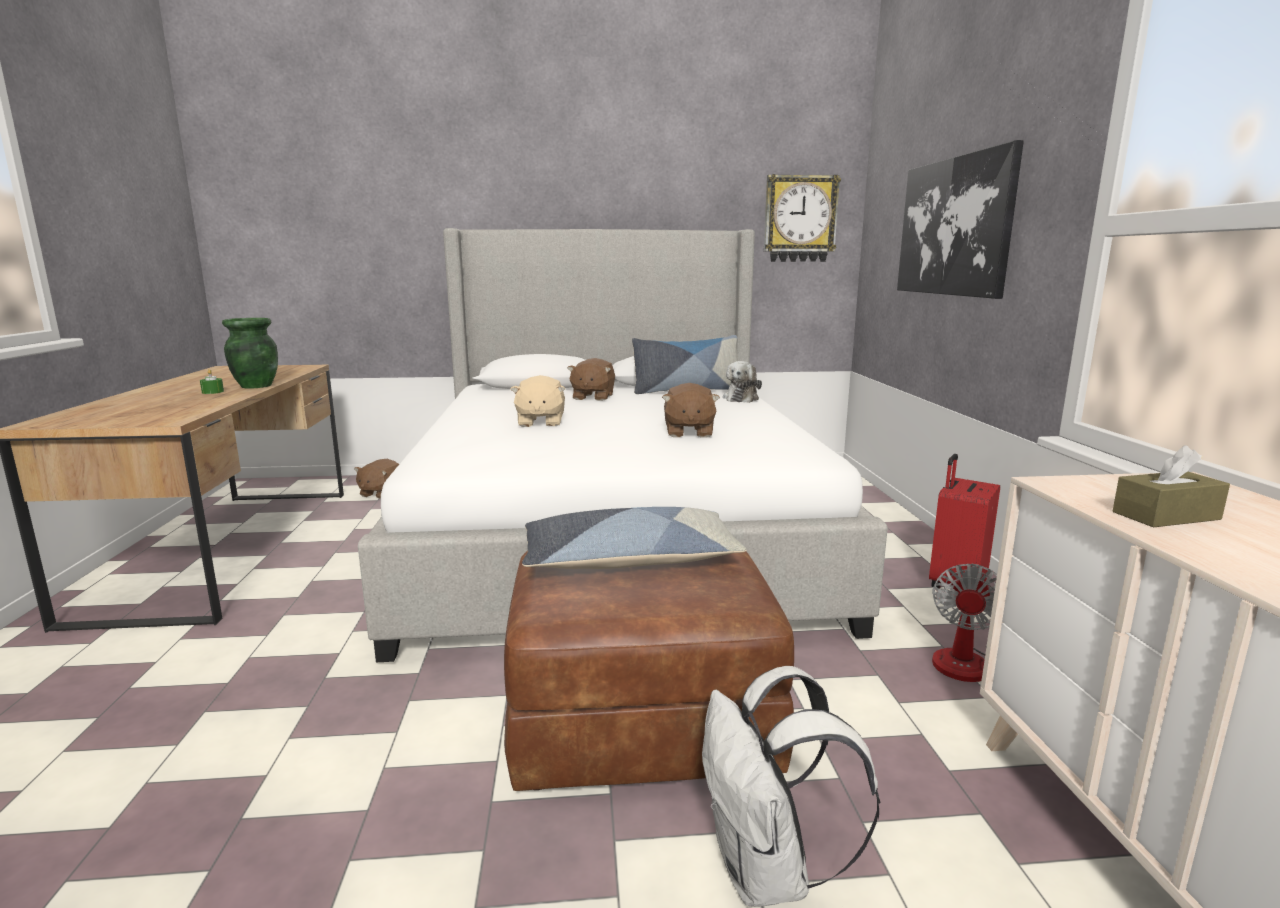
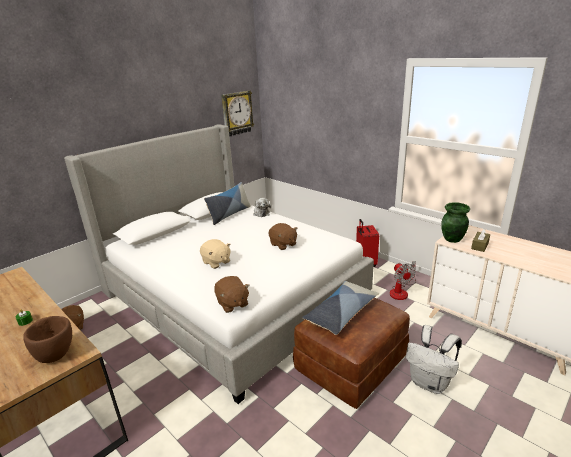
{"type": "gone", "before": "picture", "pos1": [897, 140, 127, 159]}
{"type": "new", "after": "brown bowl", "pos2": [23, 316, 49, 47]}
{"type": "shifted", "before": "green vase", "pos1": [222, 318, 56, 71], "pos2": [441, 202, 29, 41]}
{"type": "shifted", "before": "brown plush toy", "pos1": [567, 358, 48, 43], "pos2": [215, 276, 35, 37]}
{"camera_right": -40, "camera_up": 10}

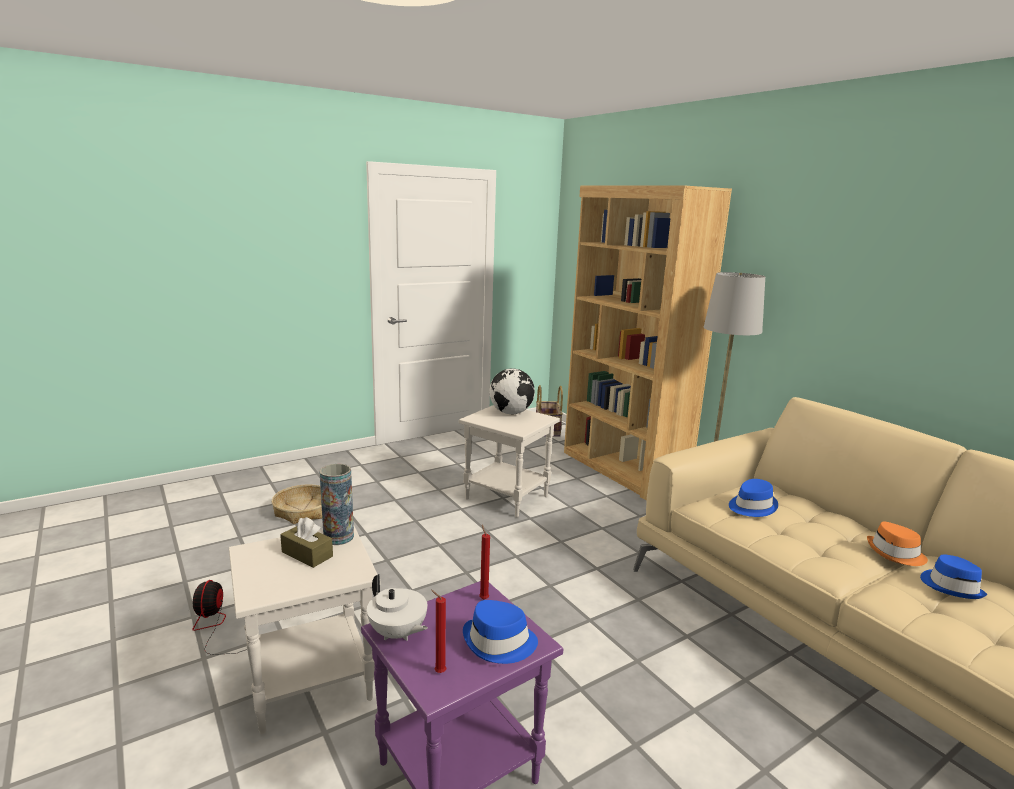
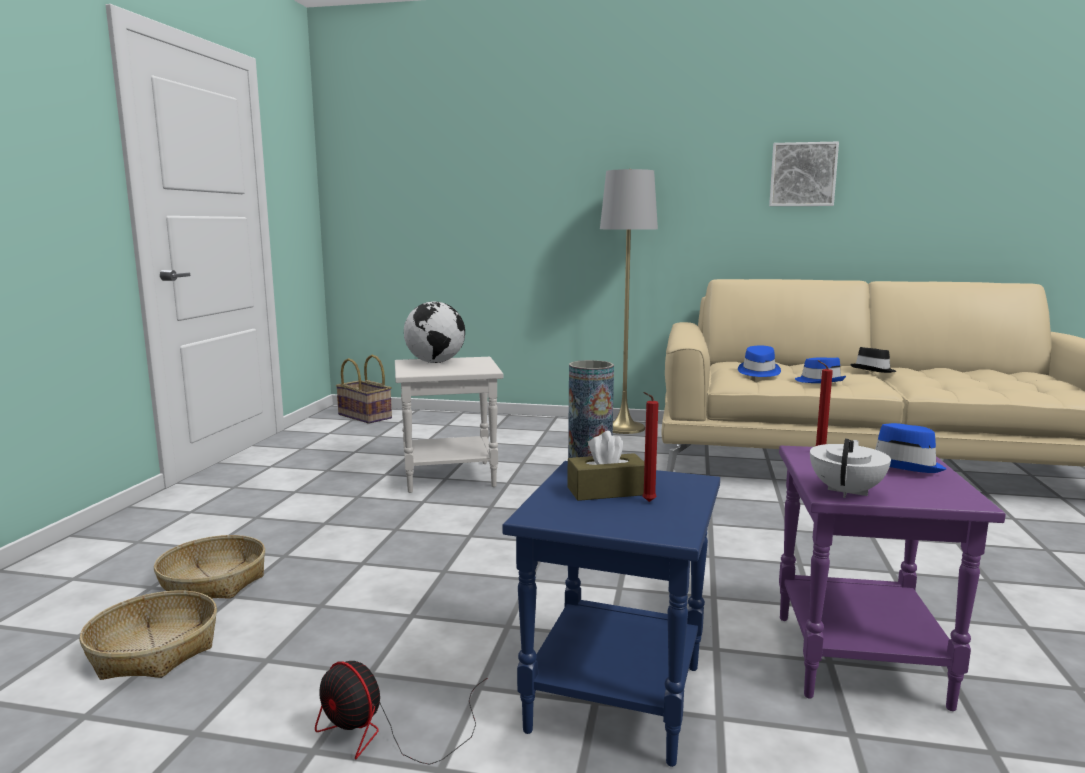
{"type": "gone", "before": "brown bookcase", "pos1": [564, 186, 168, 315]}
{"type": "new", "after": "basket", "pos2": [79, 590, 138, 90]}
{"type": "new", "after": "picture", "pos2": [769, 141, 70, 65]}
{"type": "shifted", "before": "red candle", "pos1": [431, 590, 15, 83], "pos2": [642, 392, 16, 110]}
{"type": "shifted", "before": "blue hat", "pos1": [920, 554, 67, 45], "pos2": [795, 357, 51, 26]}
{"type": "repainted", "before": "white side table", "after": "blue side table", "pos1": [229, 524, 149, 210], "pos2": [502, 461, 218, 306]}
{"type": "repainted", "before": "orange hat", "after": "black hat", "pos1": [867, 521, 61, 45], "pos2": [850, 347, 46, 26]}
{"type": "rotated", "before": "white teapot", "pos1": [367, 574, 61, 67], "pos2": [810, 439, 81, 59], "turn": -60}
{"camera_right": -45, "camera_up": -5}

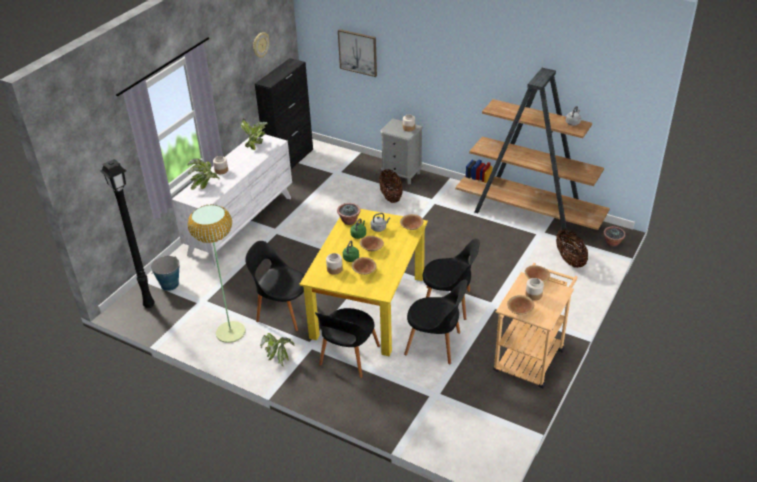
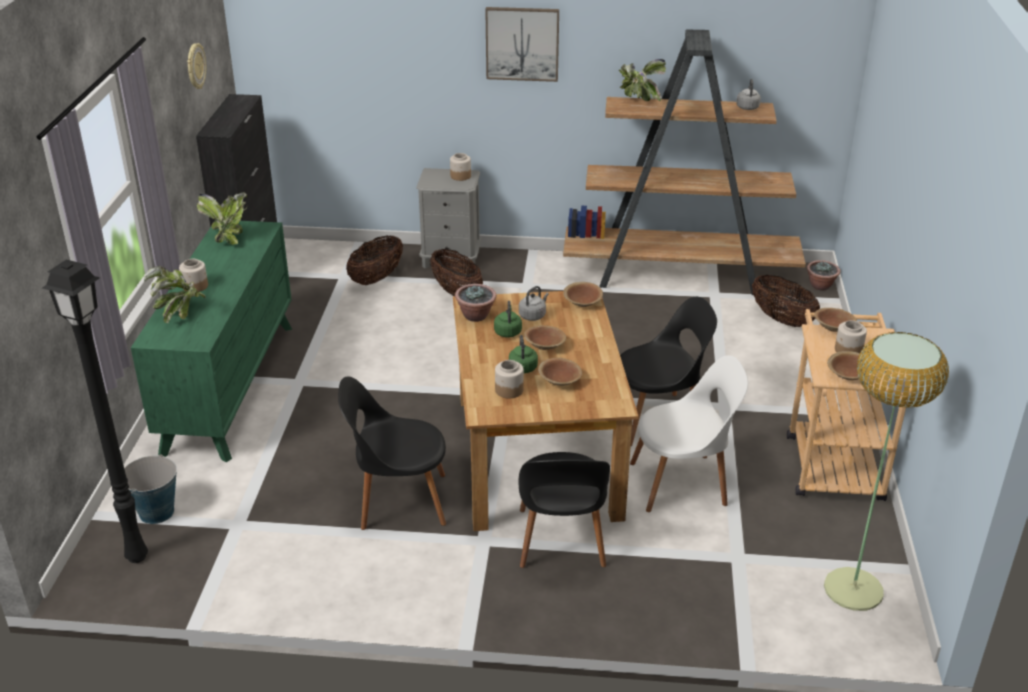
{"type": "new", "after": "basket", "pos2": [346, 235, 57, 50]}
{"type": "shifted", "before": "floor lamp", "pos1": [188, 205, 58, 138], "pos2": [824, 332, 125, 279]}
{"type": "shifted", "before": "potted plant", "pos1": [260, 333, 34, 33], "pos2": [619, 59, 47, 42]}
{"type": "shifted", "before": "picture", "pos1": [338, 29, 39, 48], "pos2": [485, 7, 74, 75]}
{"type": "repainted", "before": "white dresser", "after": "green dresser", "pos1": [172, 134, 120, 133], "pos2": [131, 221, 161, 241]}
{"type": "repainted", "before": "yellow dining table", "after": "brown dining table", "pos1": [299, 209, 129, 147], "pos2": [453, 291, 186, 240]}
{"type": "repainted", "before": "black chair", "after": "white chair", "pos1": [404, 280, 64, 84], "pos2": [630, 356, 118, 156]}
{"camera_right": -25, "camera_up": -5}

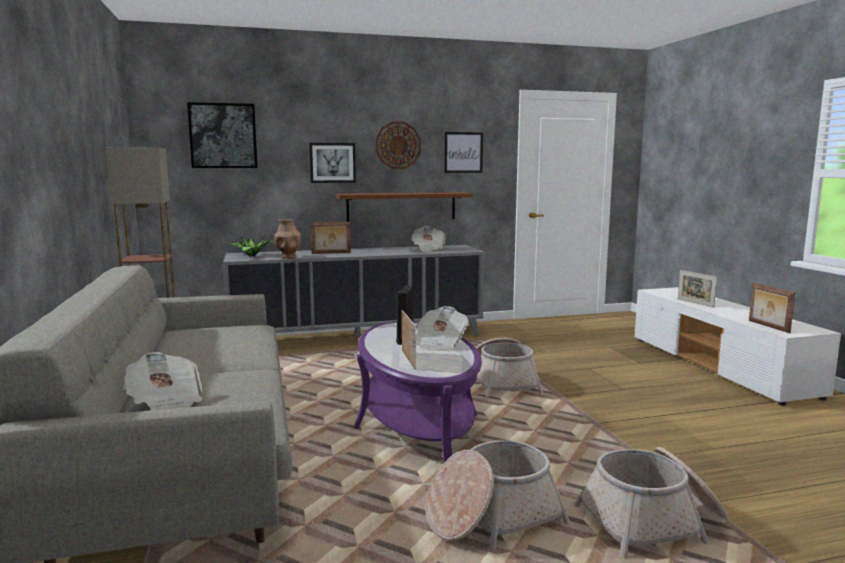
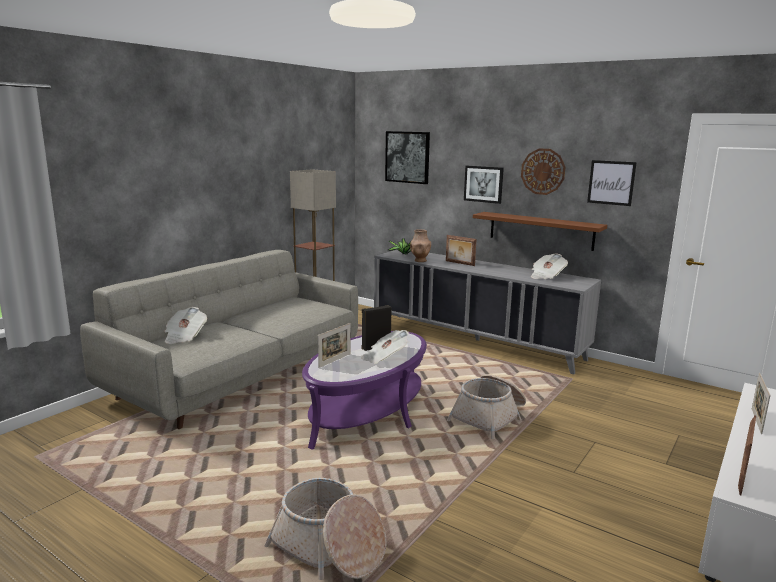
{"type": "gone", "before": "basket", "pos1": [425, 440, 145, 108]}
{"camera_right": 50, "camera_up": 5}

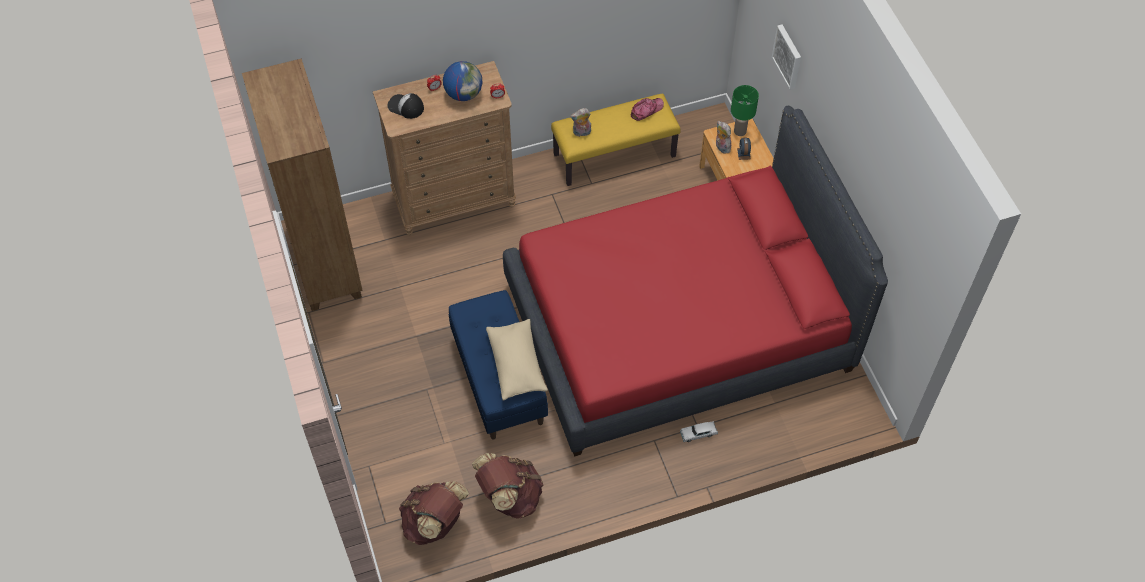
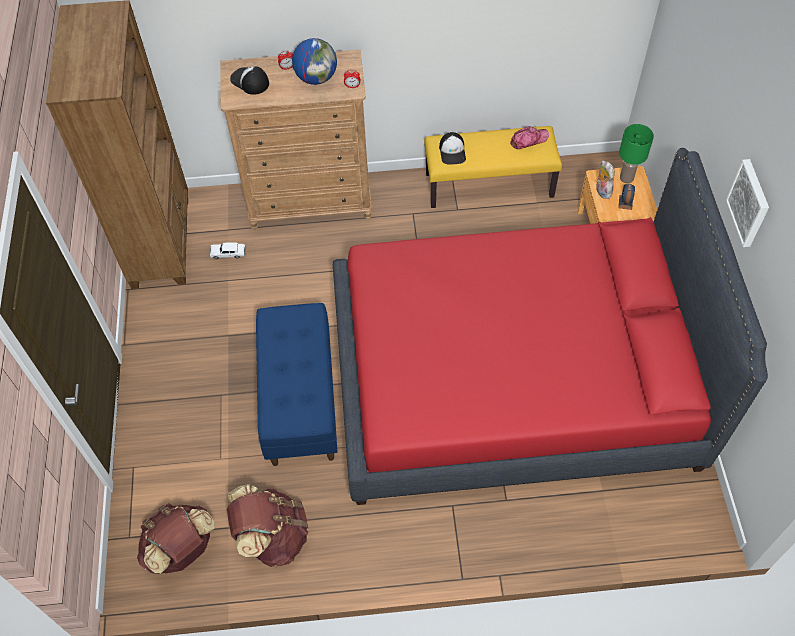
{"type": "gone", "before": "beige pillow", "pos1": [486, 319, 62, 81]}
{"type": "shifted", "before": "white toy car", "pos1": [680, 421, 38, 21], "pos2": [210, 242, 36, 17]}
{"type": "shifted", "before": "picture", "pos1": [772, 24, 29, 66], "pos2": [726, 159, 43, 88]}
{"type": "swapped", "before": "plush toy", "after": "cap", "pos1": [570, 108, 21, 29], "pos2": [439, 132, 27, 33]}
{"camera_right": 15, "camera_up": 0}

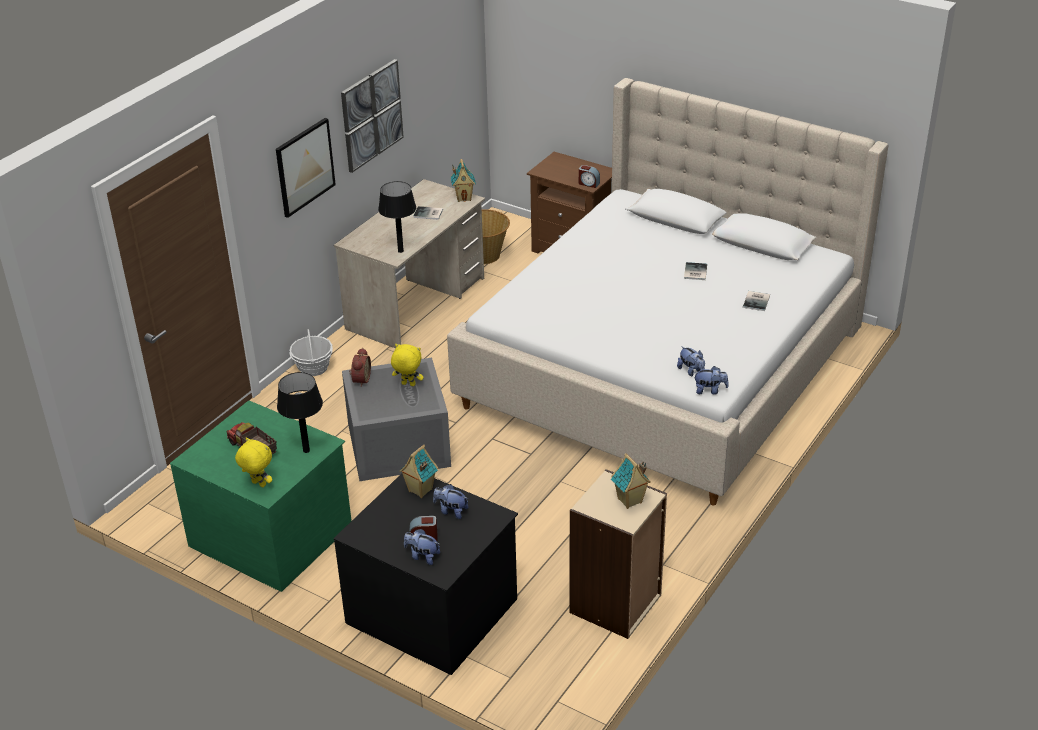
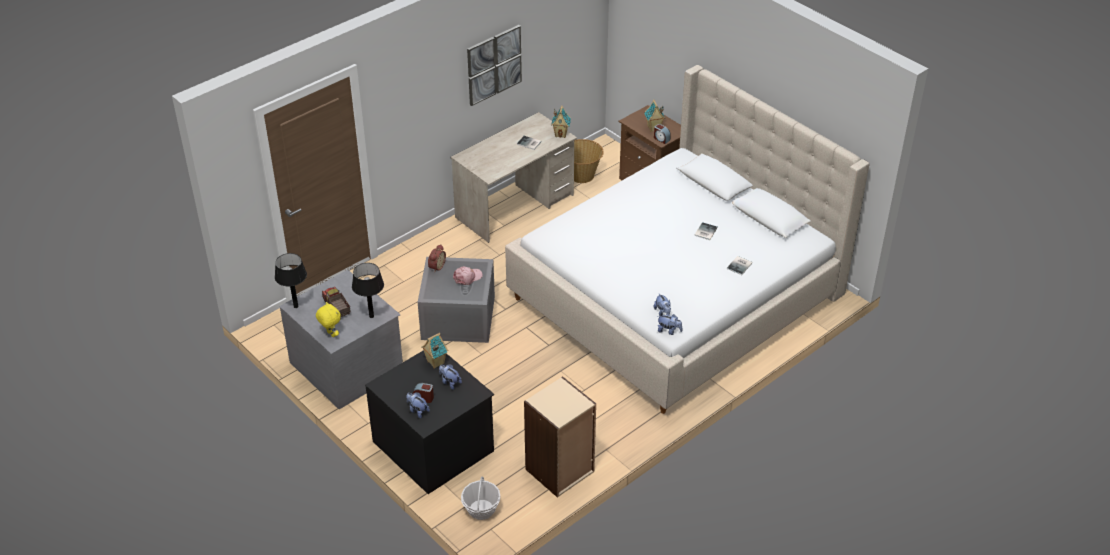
{"type": "gone", "before": "picture", "pos1": [276, 118, 60, 100]}
{"type": "shifted", "before": "basket", "pos1": [289, 329, 44, 47], "pos2": [461, 477, 39, 43]}
{"type": "shifted", "before": "black table lamp", "pos1": [378, 181, 38, 72], "pos2": [275, 253, 32, 55]}
{"type": "shifted", "before": "toy house", "pos1": [611, 453, 40, 56], "pos2": [644, 100, 21, 32]}
{"type": "swapped", "before": "yellow plush toy", "after": "pink cap", "pos1": [391, 344, 32, 42], "pos2": [453, 266, 30, 19]}
{"type": "repainted", "before": "green dresser", "after": "grey dresser", "pos1": [170, 400, 182, 192], "pos2": [280, 270, 123, 139]}
{"camera_right": 15, "camera_up": 5}

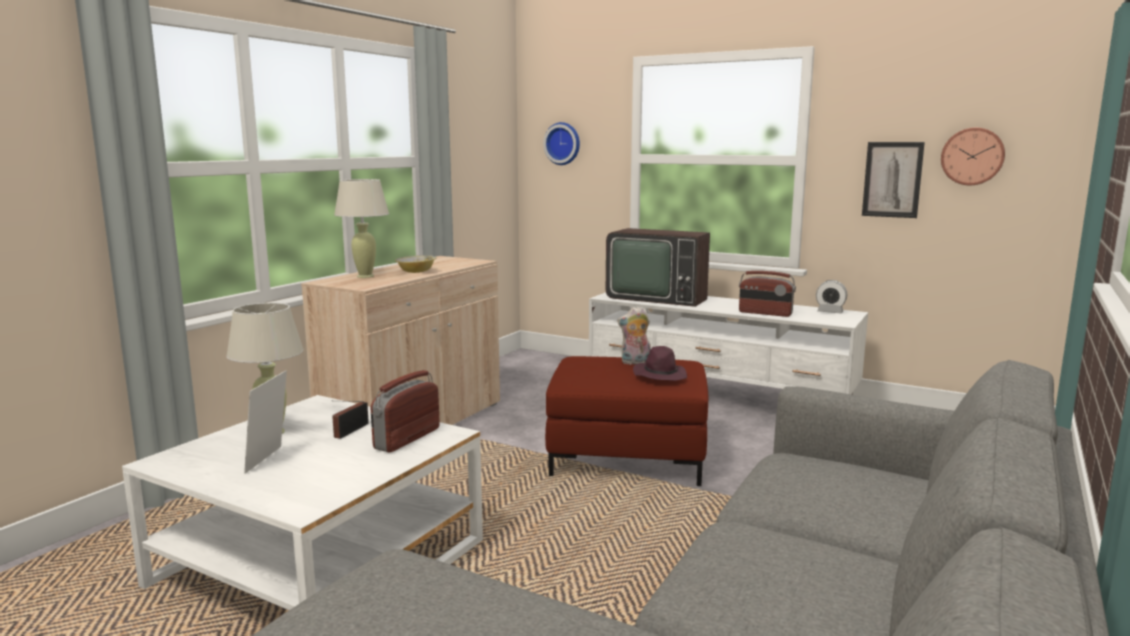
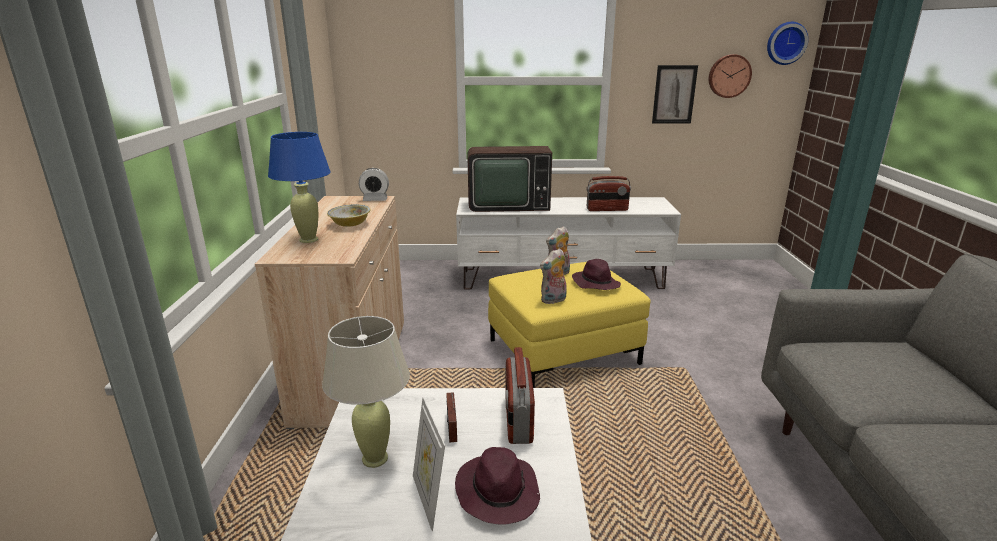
{"type": "new", "after": "purple hat", "pos2": [455, 447, 85, 77]}
{"type": "new", "after": "plush toy", "pos2": [540, 248, 27, 56]}
{"type": "shifted", "before": "wall clock", "pos1": [543, 122, 37, 43], "pos2": [767, 22, 41, 43]}
{"type": "shifted", "before": "alarm clock", "pos1": [816, 280, 31, 33], "pos2": [359, 168, 30, 33]}
{"type": "repainted", "before": "beige table lamp", "after": "blue table lamp", "pos1": [334, 179, 55, 99], "pos2": [268, 132, 63, 111]}
{"type": "repainted", "before": "red ottoman", "after": "yellow ottoman", "pos1": [545, 356, 163, 130], "pos2": [488, 262, 163, 126]}
{"camera_right": -30, "camera_up": 10}

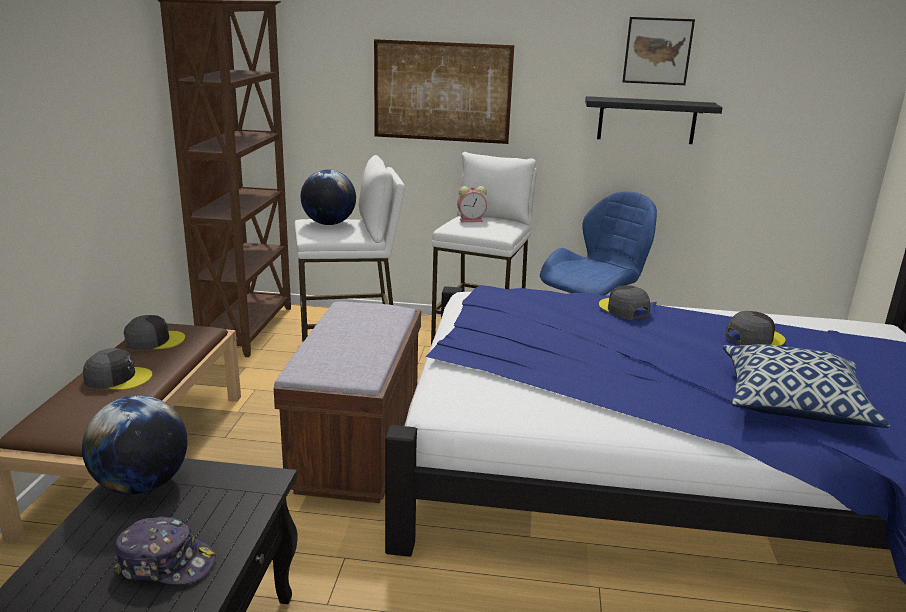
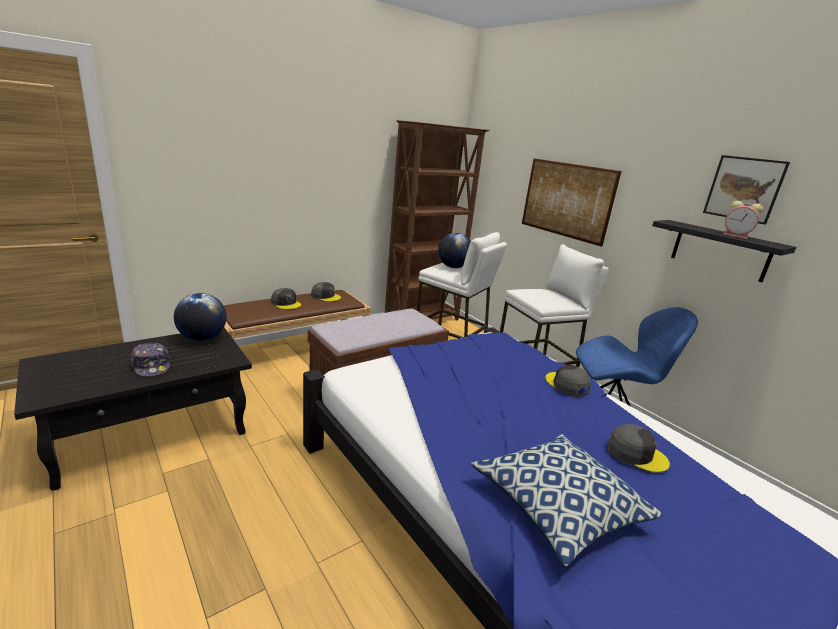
{"type": "shifted", "before": "alarm clock", "pos1": [457, 186, 30, 36], "pos2": [724, 201, 39, 38]}
{"type": "rotated", "before": "grey cap", "pos1": [599, 285, 51, 34], "pos2": [545, 365, 46, 32], "turn": -45}
{"camera_right": 45, "camera_up": 0}

